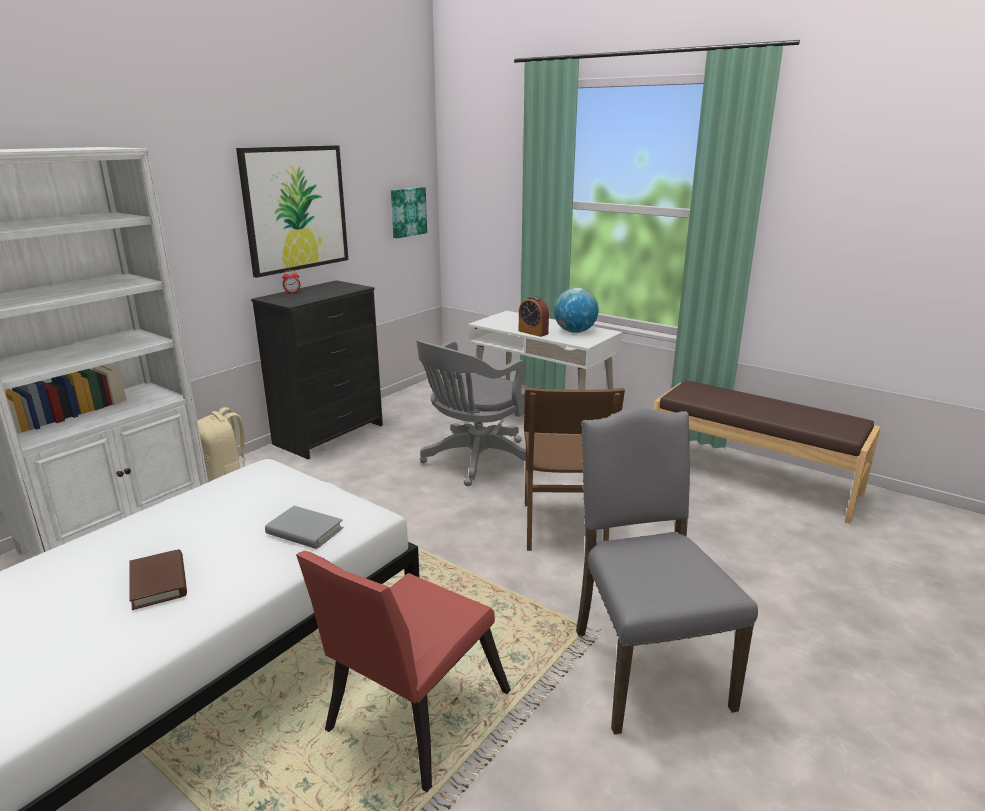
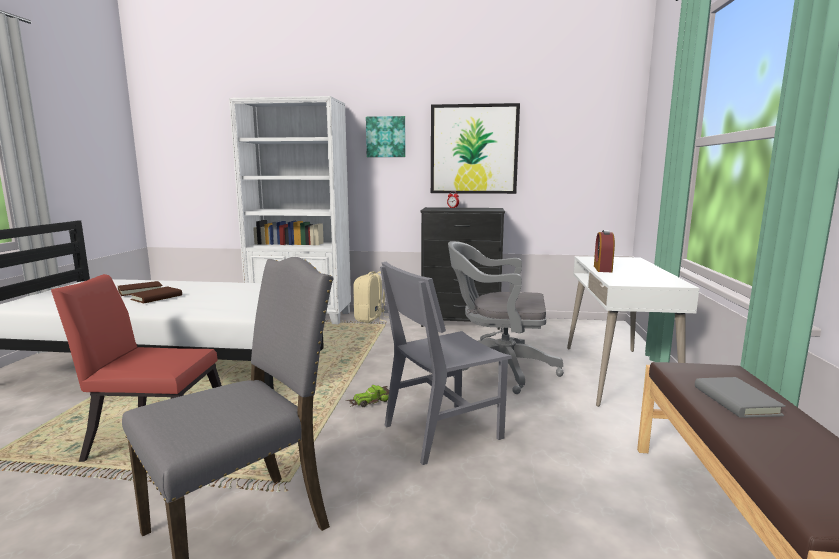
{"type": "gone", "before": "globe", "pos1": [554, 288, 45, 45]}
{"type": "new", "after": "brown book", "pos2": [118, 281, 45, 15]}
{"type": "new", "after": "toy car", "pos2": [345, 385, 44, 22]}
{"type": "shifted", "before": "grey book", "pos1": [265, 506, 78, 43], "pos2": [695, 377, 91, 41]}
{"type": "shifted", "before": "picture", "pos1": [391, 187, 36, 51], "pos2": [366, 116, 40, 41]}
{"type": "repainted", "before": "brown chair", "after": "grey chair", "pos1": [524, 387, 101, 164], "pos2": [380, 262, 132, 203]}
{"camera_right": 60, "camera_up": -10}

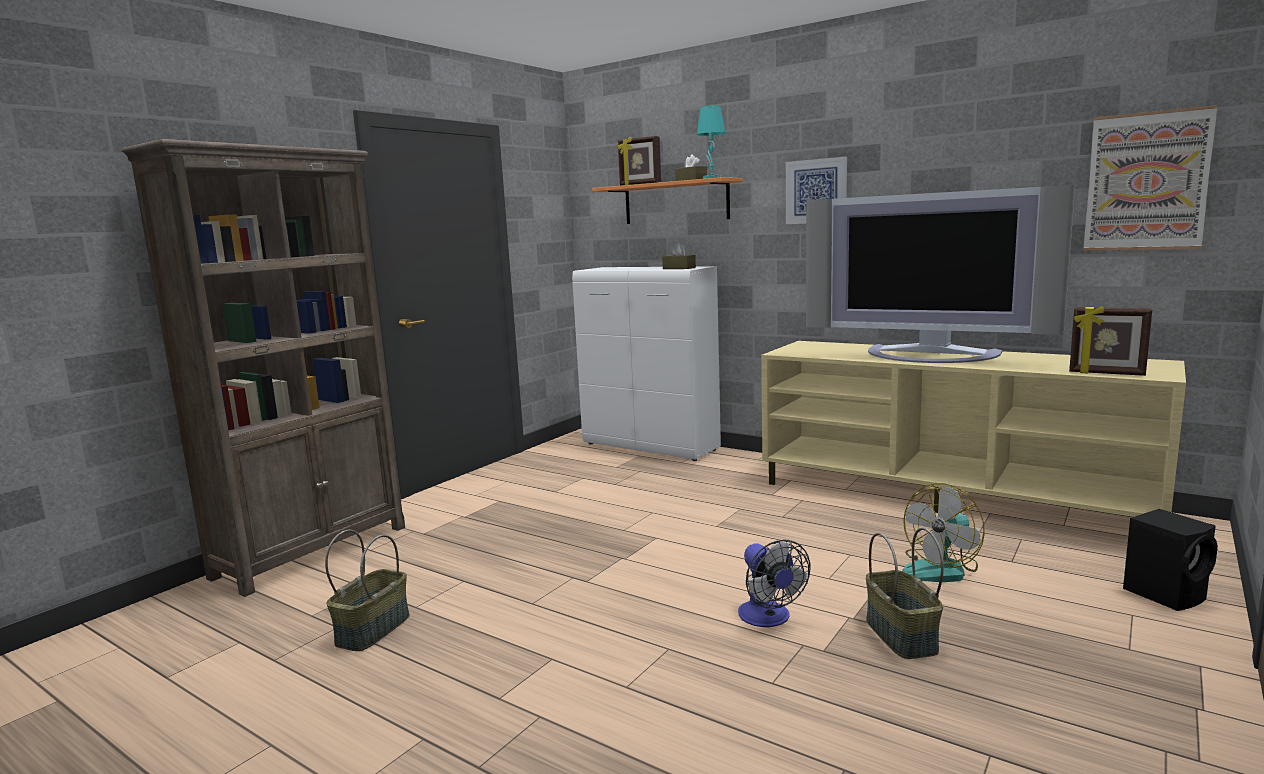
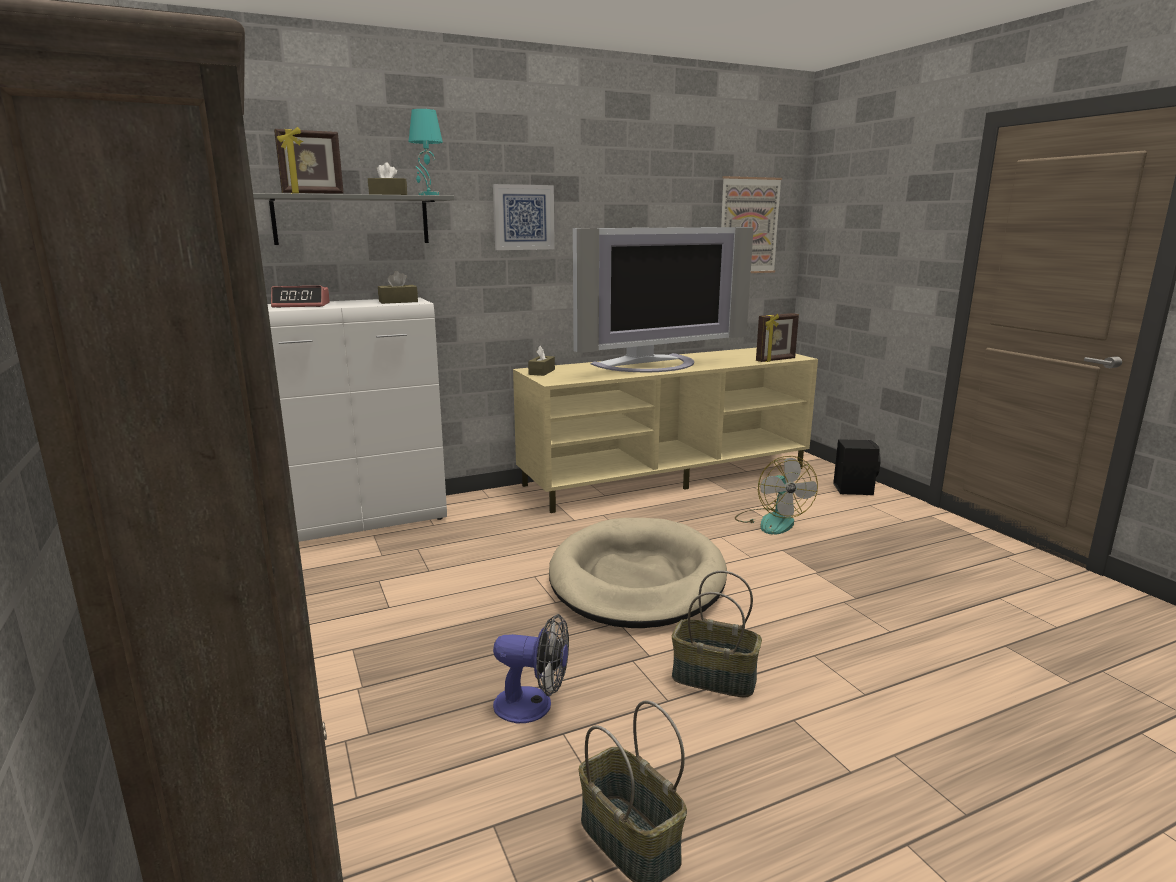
{"type": "new", "after": "alarm clock", "pos2": [271, 286, 59, 22]}
{"type": "new", "after": "brown tissue box", "pos2": [528, 346, 27, 30]}
{"type": "new", "after": "beige dog bed", "pos2": [549, 518, 178, 110]}
{"type": "shifted", "before": "fan", "pos1": [738, 540, 73, 87], "pos2": [493, 614, 76, 109]}
{"type": "shifted", "before": "basket", "pos1": [866, 528, 78, 131], "pos2": [672, 571, 90, 126]}
{"type": "repainted", "before": "orange shelf", "after": "grey shelf", "pos1": [592, 177, 151, 47], "pos2": [253, 193, 201, 52]}
{"camera_right": -60, "camera_up": 5}

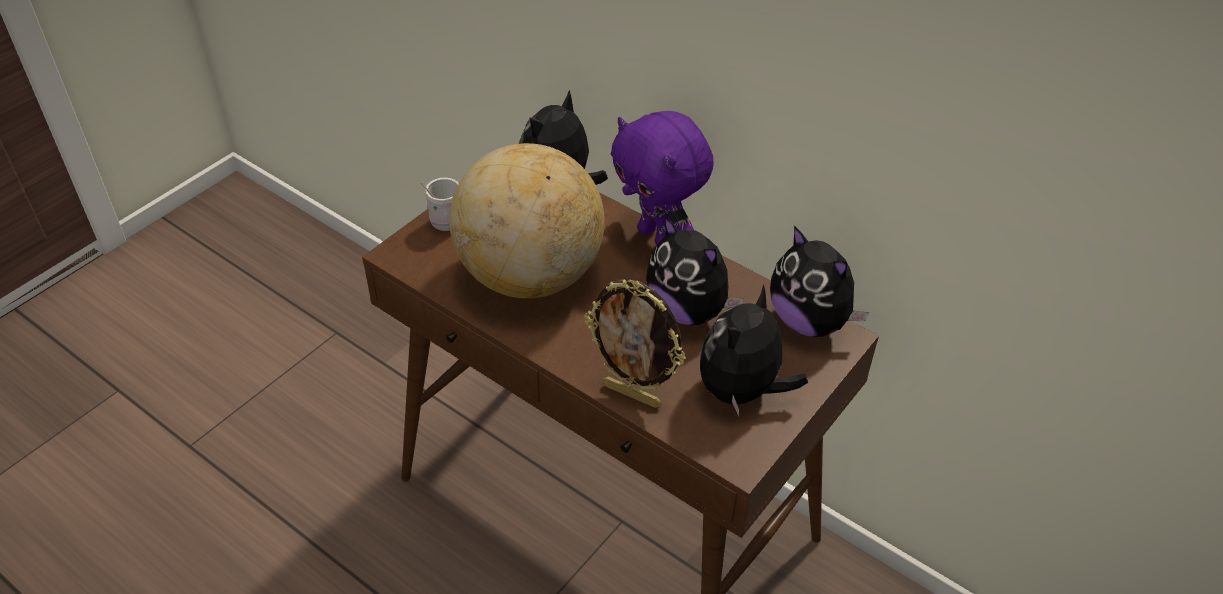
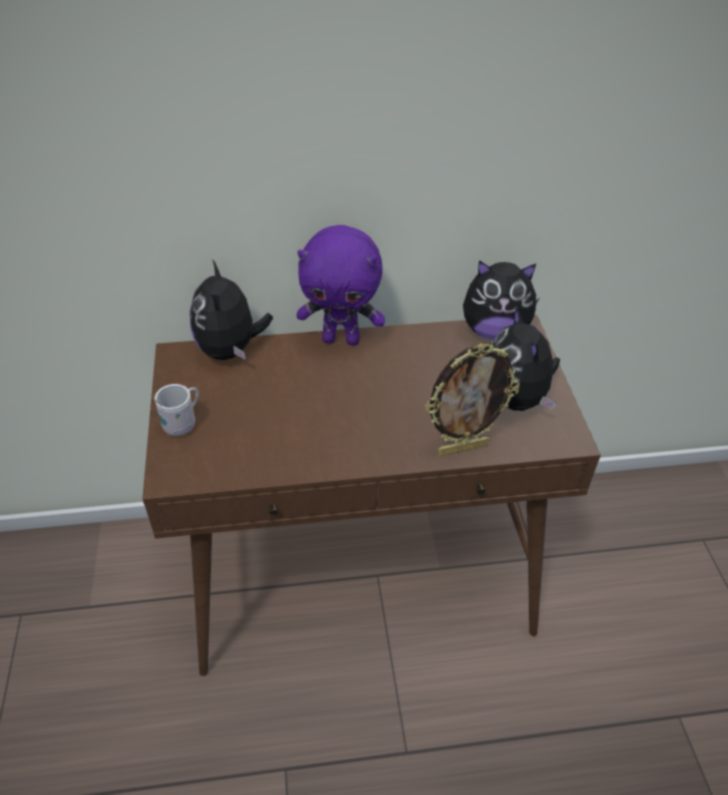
{"type": "gone", "before": "globe", "pos1": [449, 143, 156, 155]}
{"type": "gone", "before": "plush toy", "pos1": [646, 216, 98, 109]}
{"camera_right": -45, "camera_up": 0}

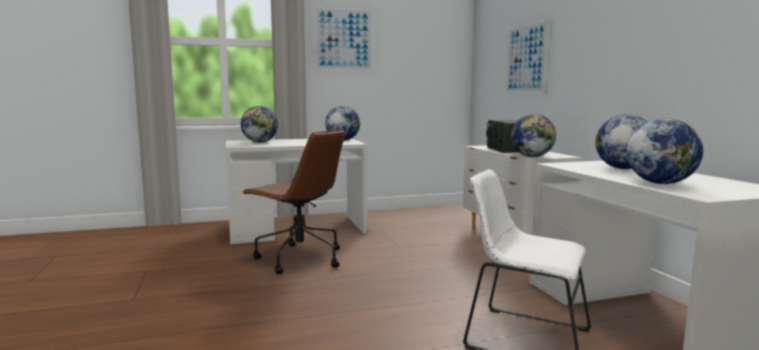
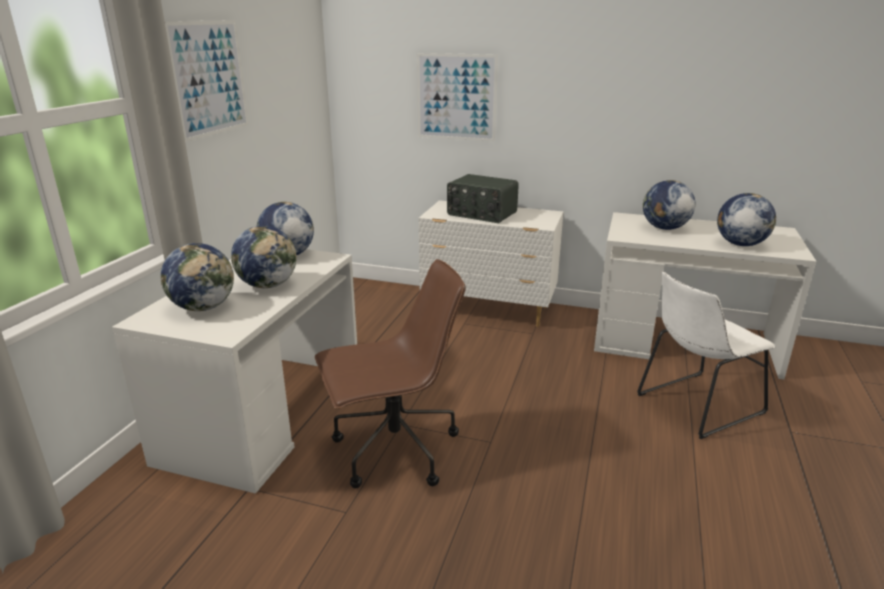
{"type": "shifted", "before": "globe", "pos1": [511, 114, 45, 43], "pos2": [231, 225, 66, 63]}
{"camera_right": -55, "camera_up": 15}

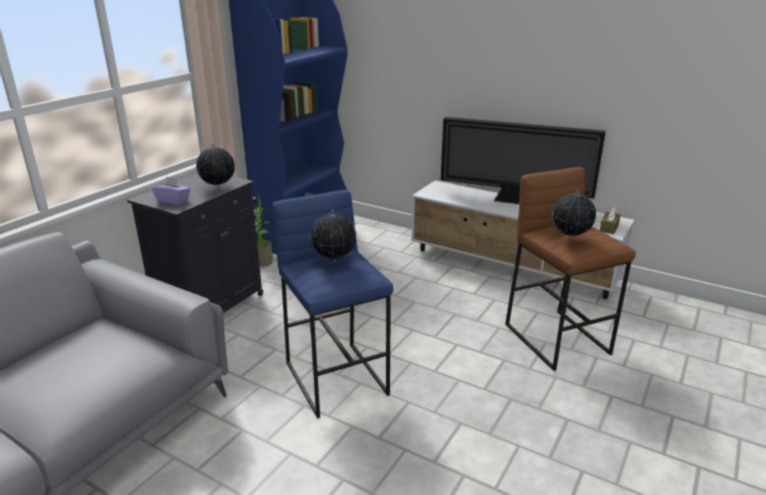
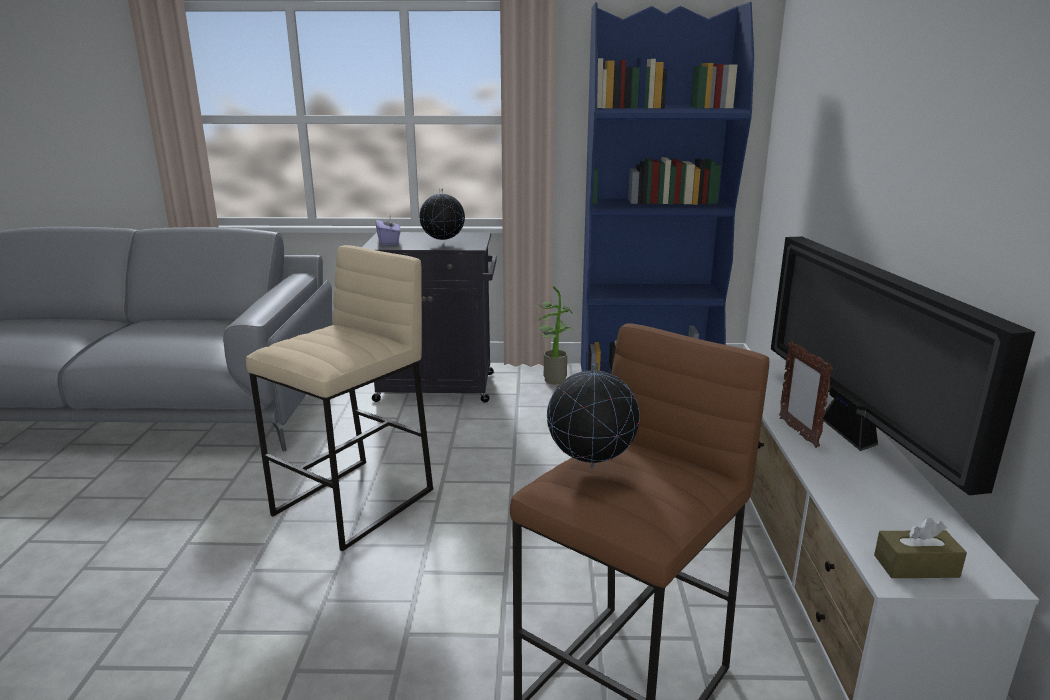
{"type": "gone", "before": "globe", "pos1": [311, 209, 45, 53]}
{"type": "new", "after": "picture frame", "pos2": [779, 341, 54, 107]}
{"type": "repainted", "before": "blue stool", "after": "beige stool", "pos1": [273, 190, 120, 229], "pos2": [246, 245, 187, 306]}
{"camera_right": 60, "camera_up": -5}

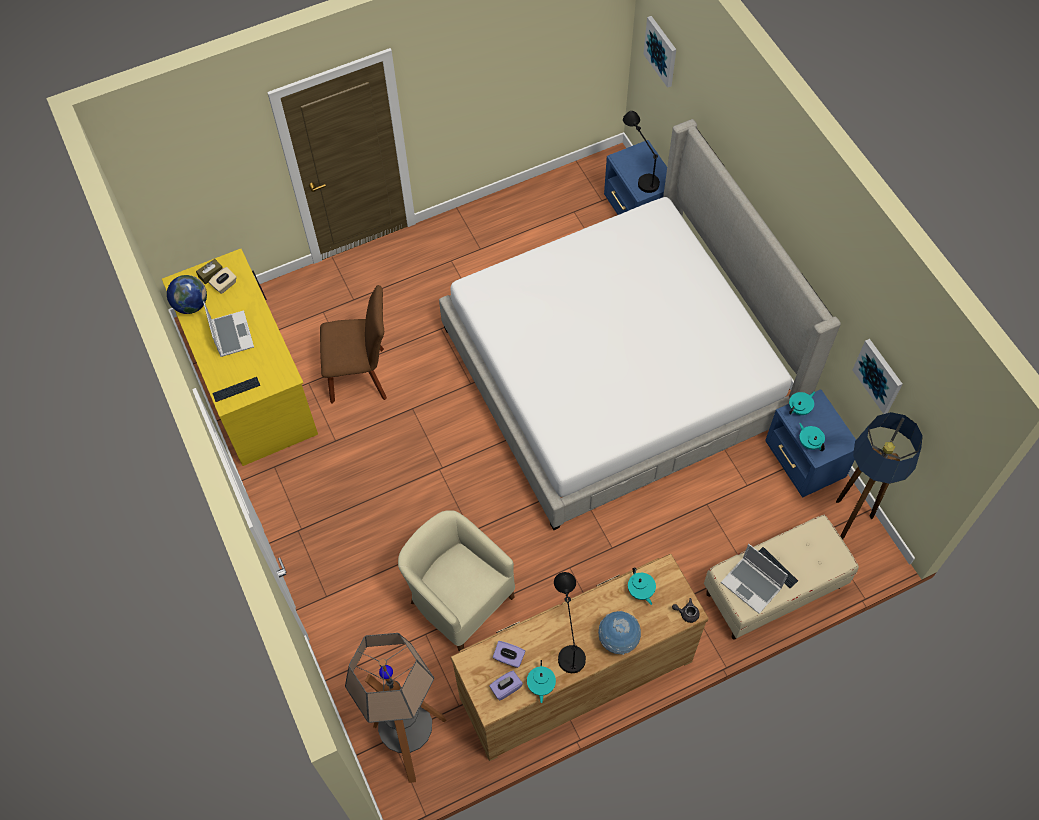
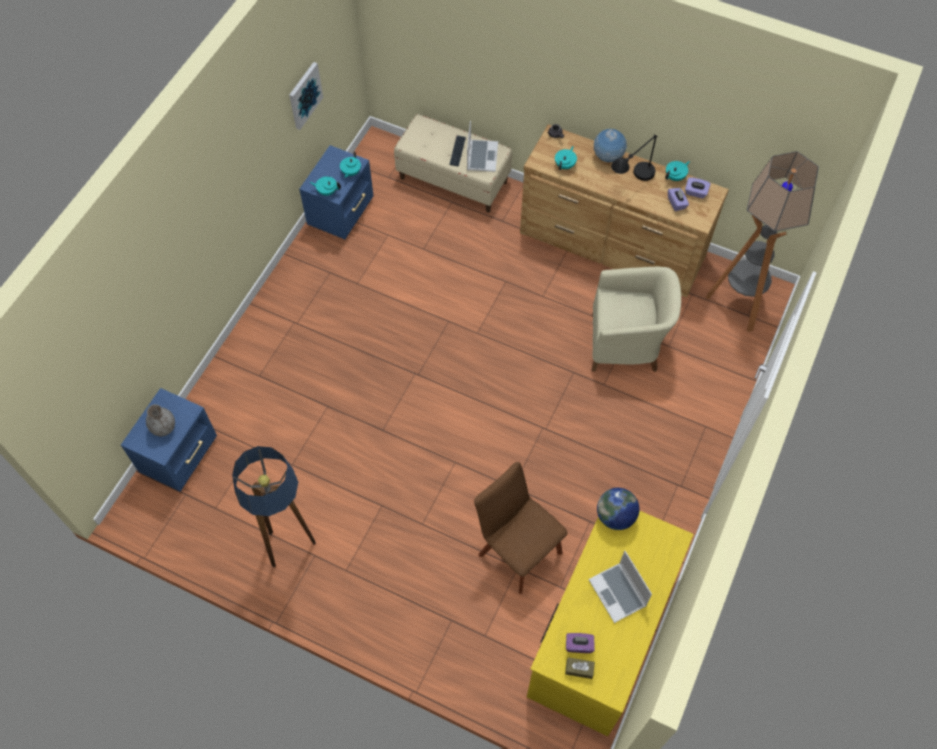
{"type": "gone", "before": "keyboard", "pos1": [212, 377, 48, 25]}
{"type": "gone", "before": "bed", "pos1": [439, 119, 402, 411]}
{"type": "gone", "before": "picture", "pos1": [643, 16, 33, 72]}
{"type": "shifted", "before": "globe", "pos1": [167, 275, 40, 39], "pos2": [597, 488, 42, 42]}
{"type": "shifted", "before": "floor lamp", "pos1": [836, 412, 87, 128], "pos2": [232, 446, 84, 122]}
{"type": "swapped", "before": "black table lamp", "after": "grey vase", "pos1": [623, 111, 37, 82], "pos2": [146, 404, 29, 32]}
{"type": "repainted", "before": "beige tissue box", "after": "purple tissue box", "pos1": [209, 267, 28, 27], "pos2": [566, 633, 29, 20]}
{"type": "rotated", "before": "laptop", "pos1": [203, 301, 51, 56], "pos2": [589, 551, 63, 72], "turn": -60}
{"type": "rotated", "before": "beige armchair", "pos1": [398, 510, 117, 142], "pos2": [592, 267, 89, 105], "turn": -90}
{"camera_right": -130, "camera_up": 0}

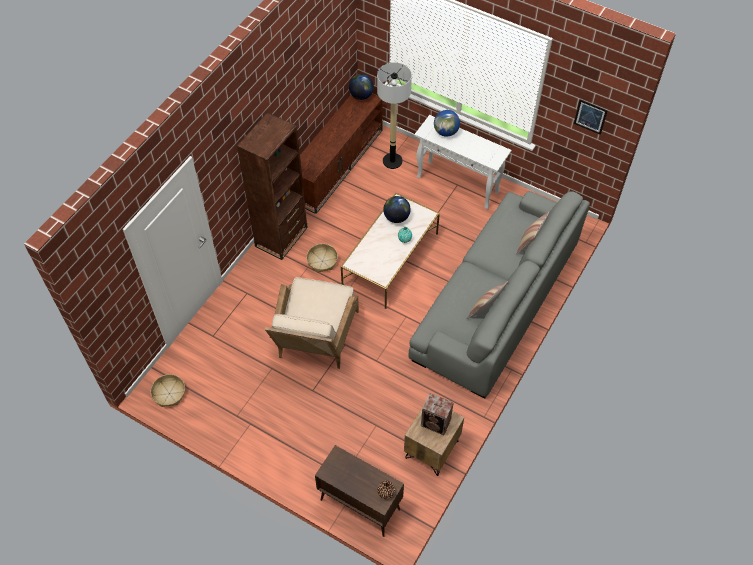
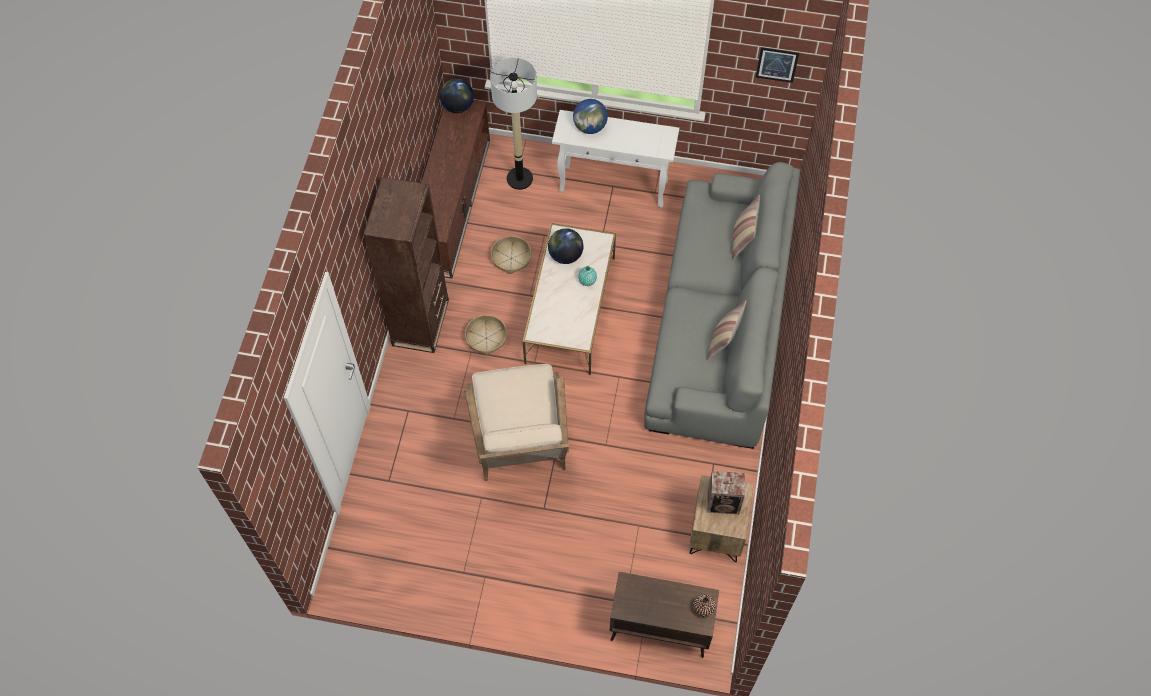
{"type": "shifted", "before": "basket", "pos1": [150, 374, 35, 33], "pos2": [491, 236, 40, 38]}
{"camera_right": -20, "camera_up": 5}

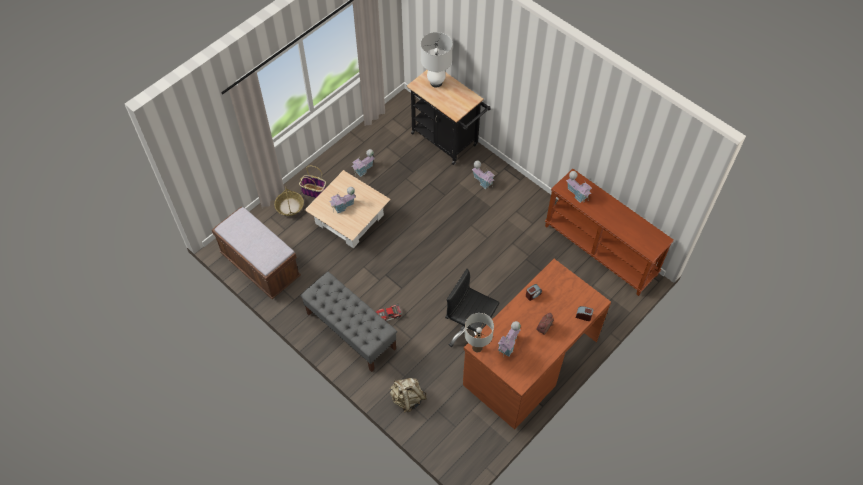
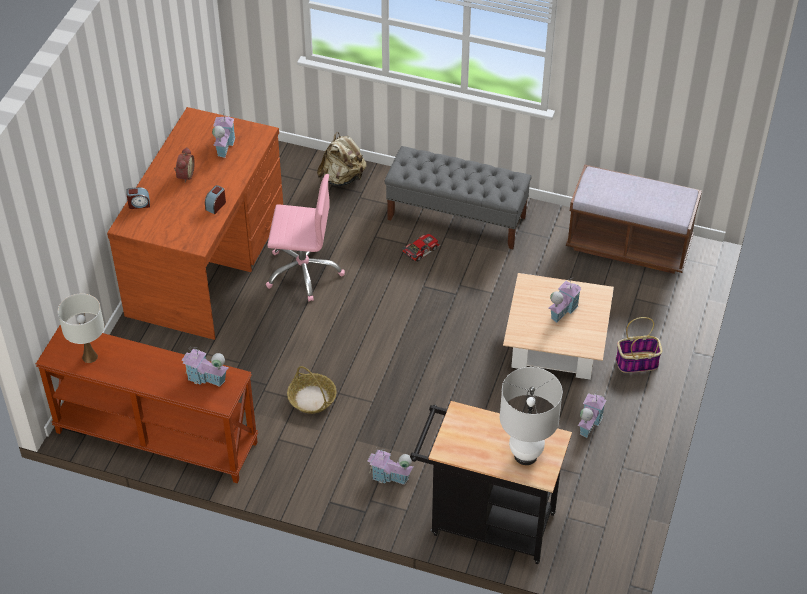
{"type": "shifted", "before": "basket", "pos1": [274, 187, 30, 29], "pos2": [287, 366, 50, 48]}
{"type": "shifted", "before": "white table lamp", "pos1": [465, 313, 29, 40], "pos2": [58, 294, 46, 69]}
{"type": "repainted", "before": "black office chair", "after": "pink office chair", "pos1": [445, 269, 54, 78], "pos2": [266, 174, 79, 127]}
{"camera_right": 155, "camera_up": -10}

